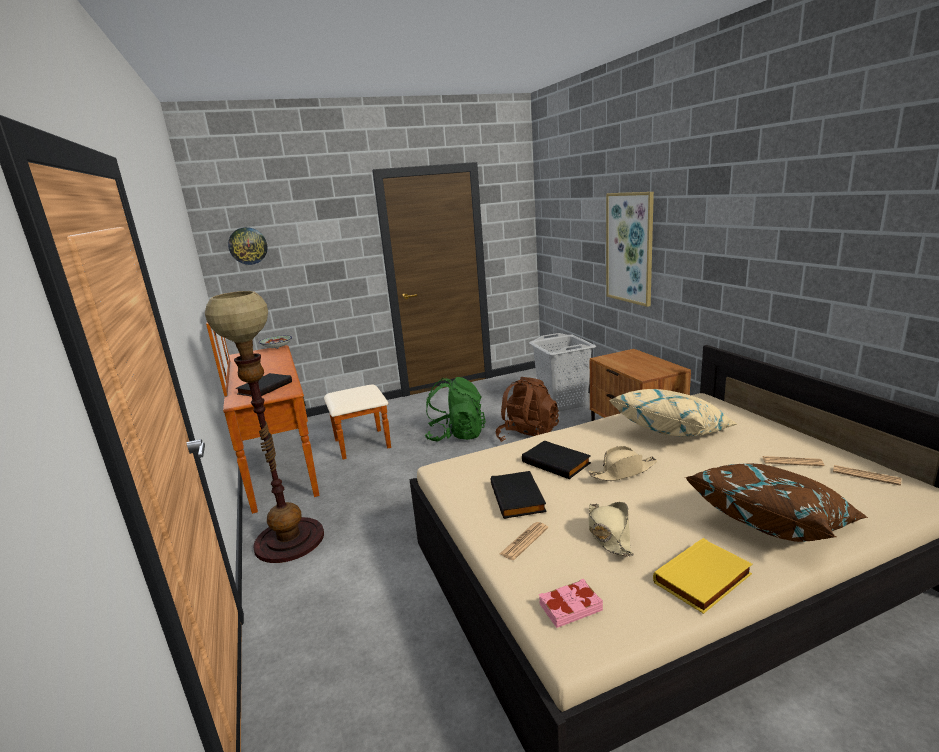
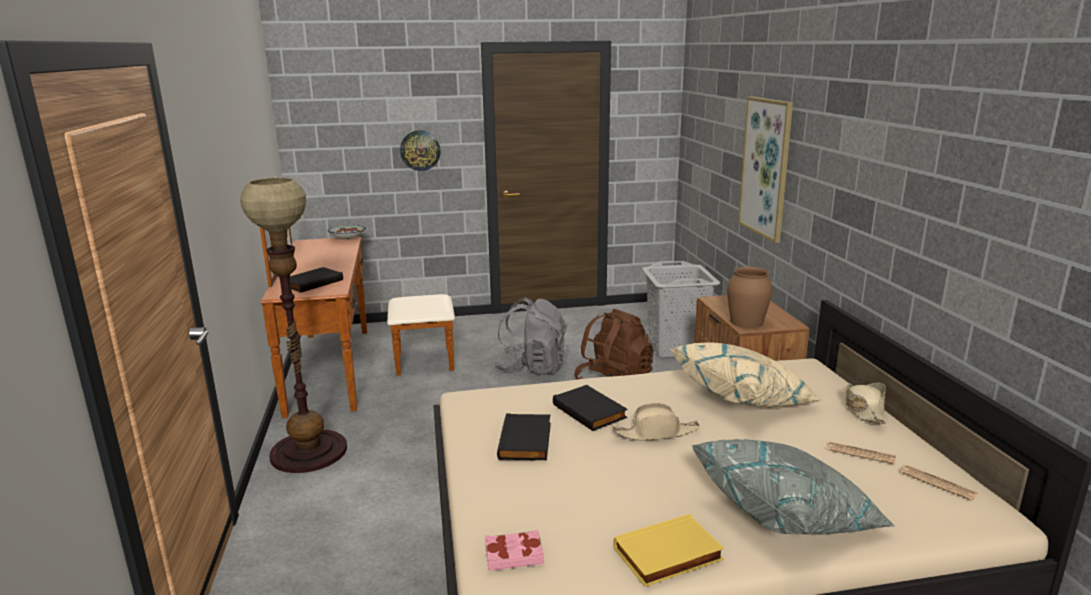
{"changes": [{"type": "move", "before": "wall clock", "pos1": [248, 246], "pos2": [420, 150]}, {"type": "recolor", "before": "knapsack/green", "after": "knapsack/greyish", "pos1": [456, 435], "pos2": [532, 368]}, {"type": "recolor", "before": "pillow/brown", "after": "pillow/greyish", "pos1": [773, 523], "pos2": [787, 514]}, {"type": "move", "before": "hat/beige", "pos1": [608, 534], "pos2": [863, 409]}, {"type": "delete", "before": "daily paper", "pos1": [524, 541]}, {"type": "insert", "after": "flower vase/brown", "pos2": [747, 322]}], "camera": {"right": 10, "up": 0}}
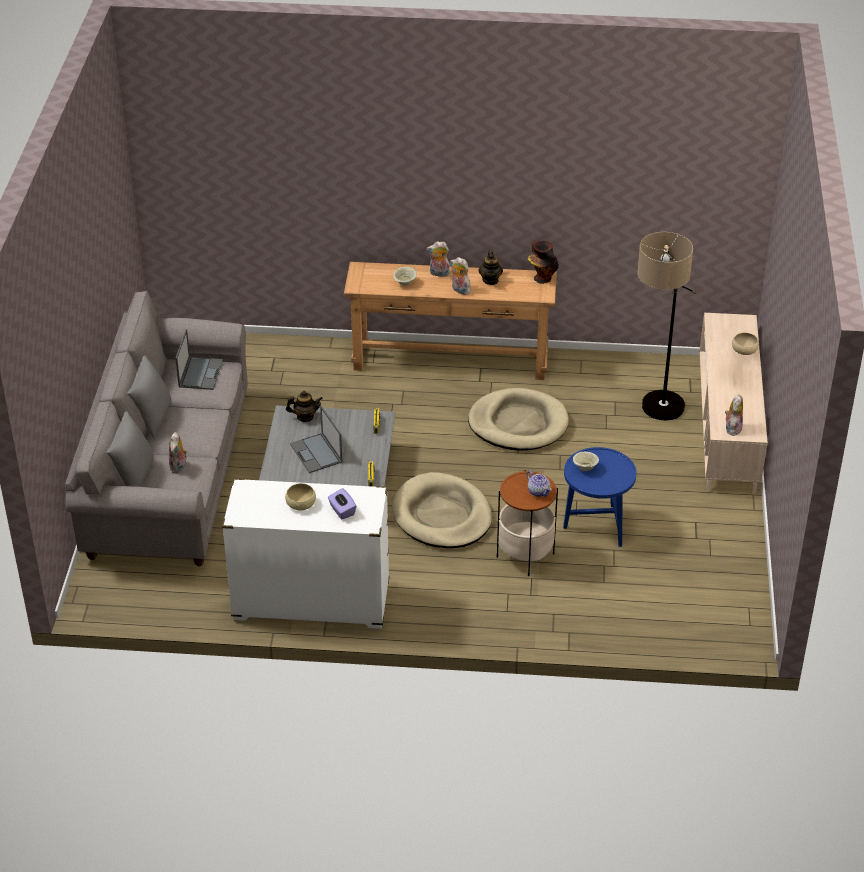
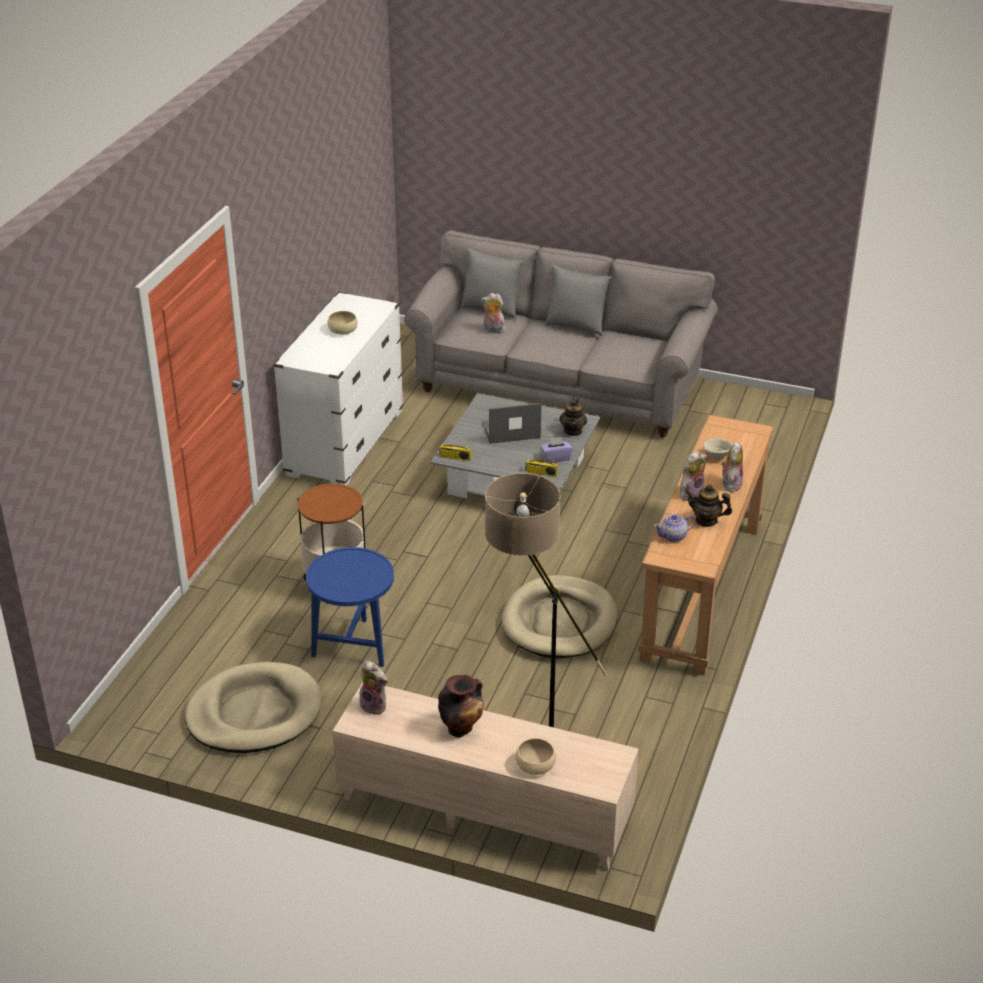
{"changes": [{"type": "move", "before": "flower vase", "pos1": [541, 278], "pos2": [461, 727]}, {"type": "delete", "before": "laptop", "pos1": [200, 373]}, {"type": "delete", "before": "deep dish/beige", "pos1": [585, 468]}, {"type": "move", "before": "teapot", "pos1": [539, 492], "pos2": [673, 537]}, {"type": "move", "before": "dog cushion/beige", "pos1": [442, 515], "pos2": [254, 713]}, {"type": "move", "before": "tissue holder/purple", "pos1": [342, 511], "pos2": [556, 458]}], "camera": {"right": 105, "up": -5}}
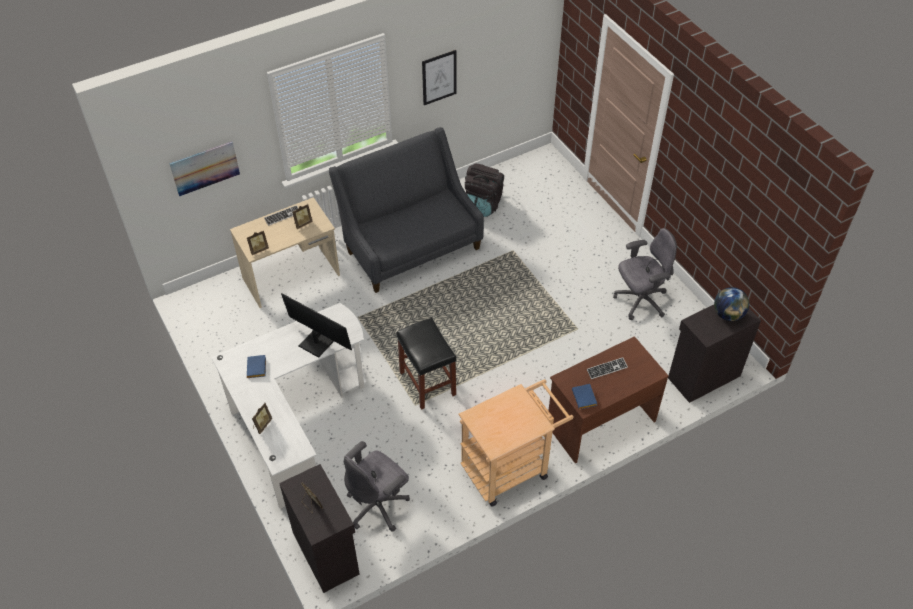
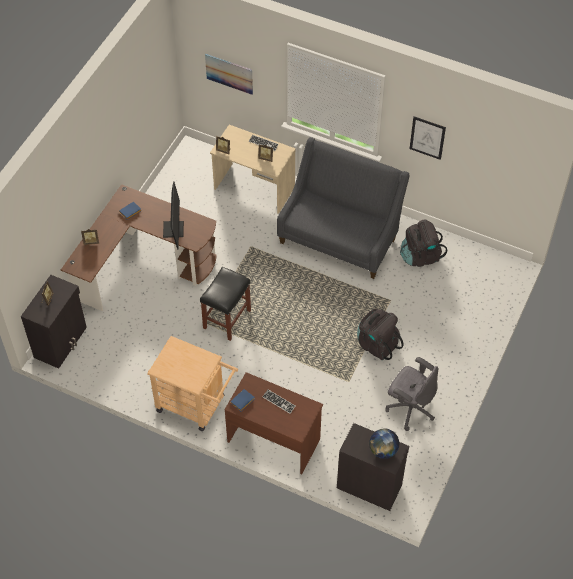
{"changes": [{"type": "recolor", "before": "desk table/white", "after": "desk table/brown", "pos1": [294, 418], "pos2": [143, 264]}, {"type": "delete", "before": "office chair/greyish", "pos1": [378, 505]}, {"type": "insert", "after": "knapsack/blackish", "pos2": [377, 344]}], "camera": {"right": 55, "up": 5}}
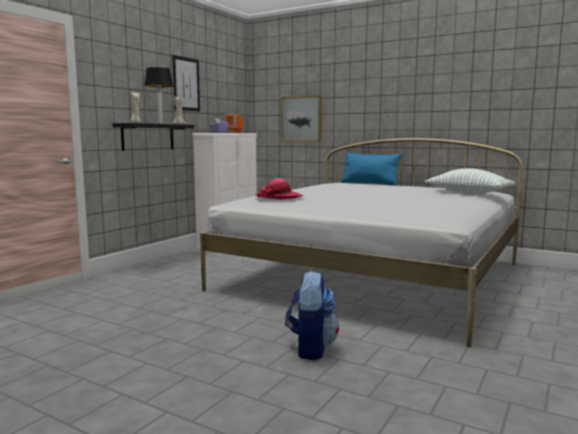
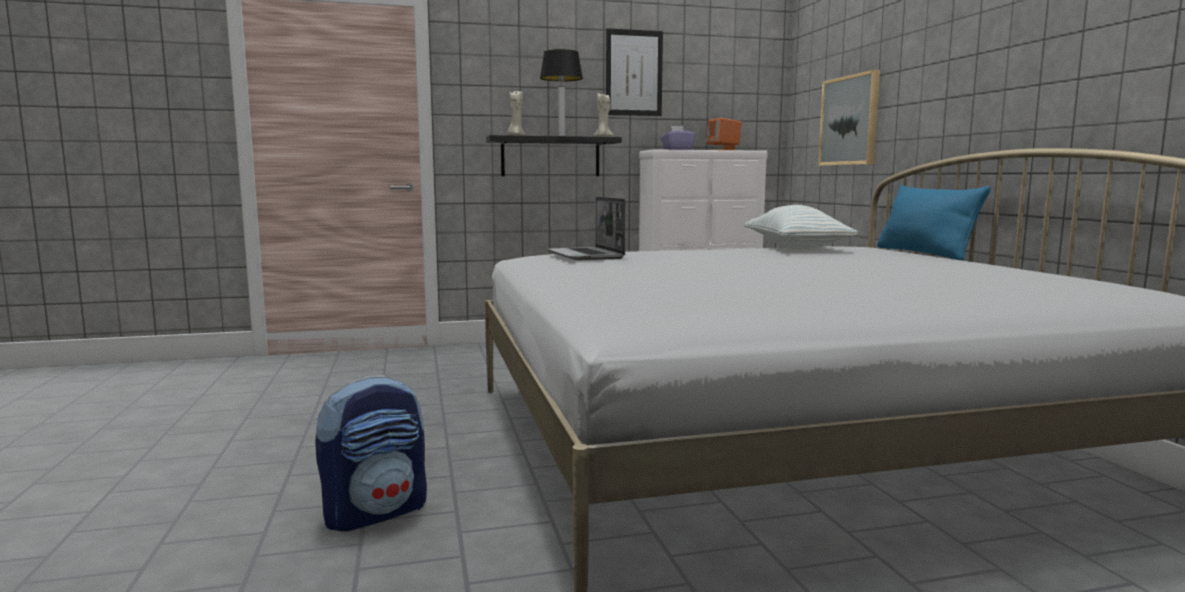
{"changes": [{"type": "move", "before": "pillow", "pos1": [468, 193], "pos2": [795, 248]}, {"type": "replace", "before": "hat", "after": "laptop", "pos1": [279, 197], "pos2": [586, 255]}], "camera": {"right": 45, "up": 0}}
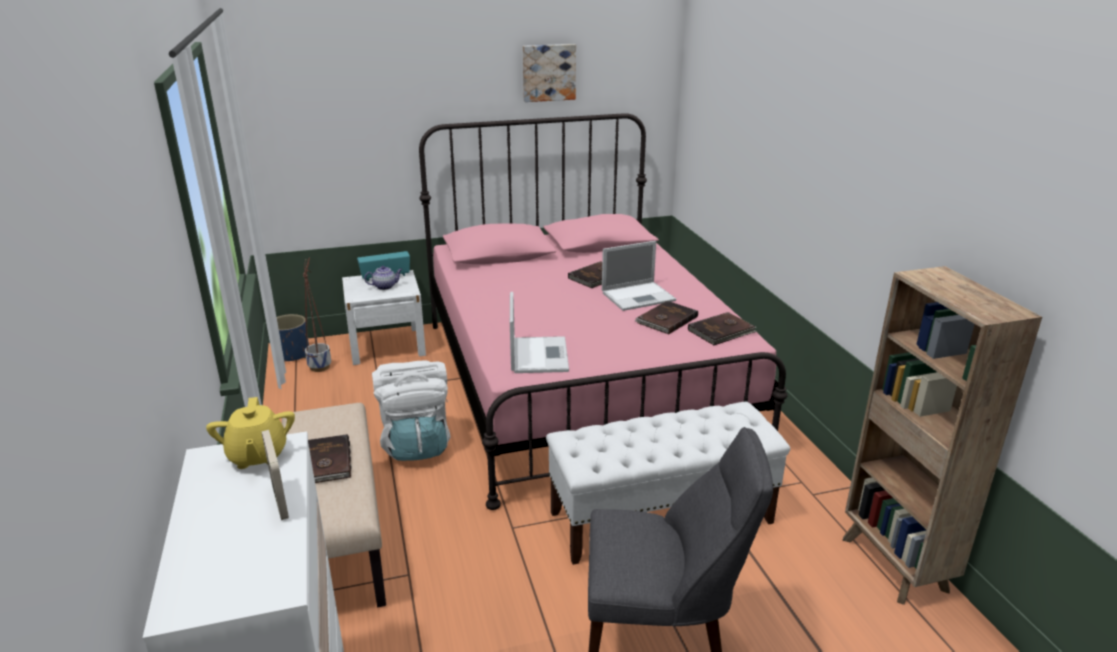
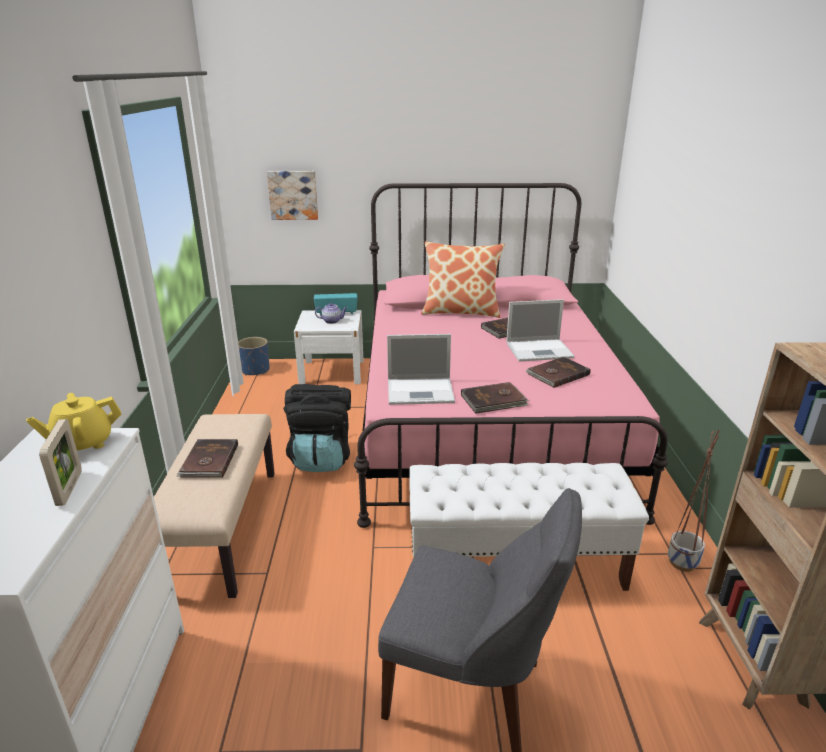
{"changes": [{"type": "move", "before": "wall picture", "pos1": [548, 72], "pos2": [293, 195]}, {"type": "move", "before": "flower pot", "pos1": [319, 367], "pos2": [682, 562]}, {"type": "rotate", "before": "laptop", "pos1": [538, 355], "pos2": [421, 391], "turn": 75}, {"type": "move", "before": "volume/brown", "pos1": [722, 331], "pos2": [494, 401]}, {"type": "recolor", "before": "knapsack/white", "after": "knapsack/blackish", "pos1": [416, 443], "pos2": [321, 457]}, {"type": "rotate", "before": "teapot/yellow-coloured", "pos1": [257, 456], "pos2": [83, 443], "turn": 60}, {"type": "insert", "after": "pillow", "pos2": [461, 311]}], "camera": {"right": 15, "up": 0}}
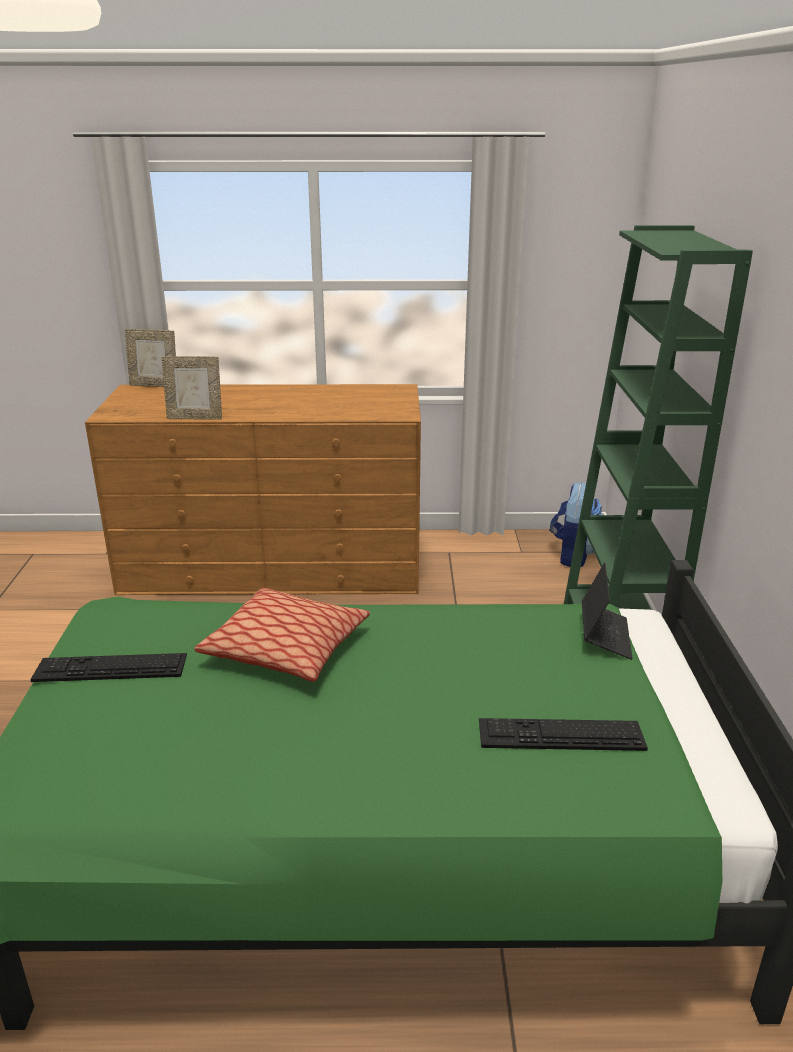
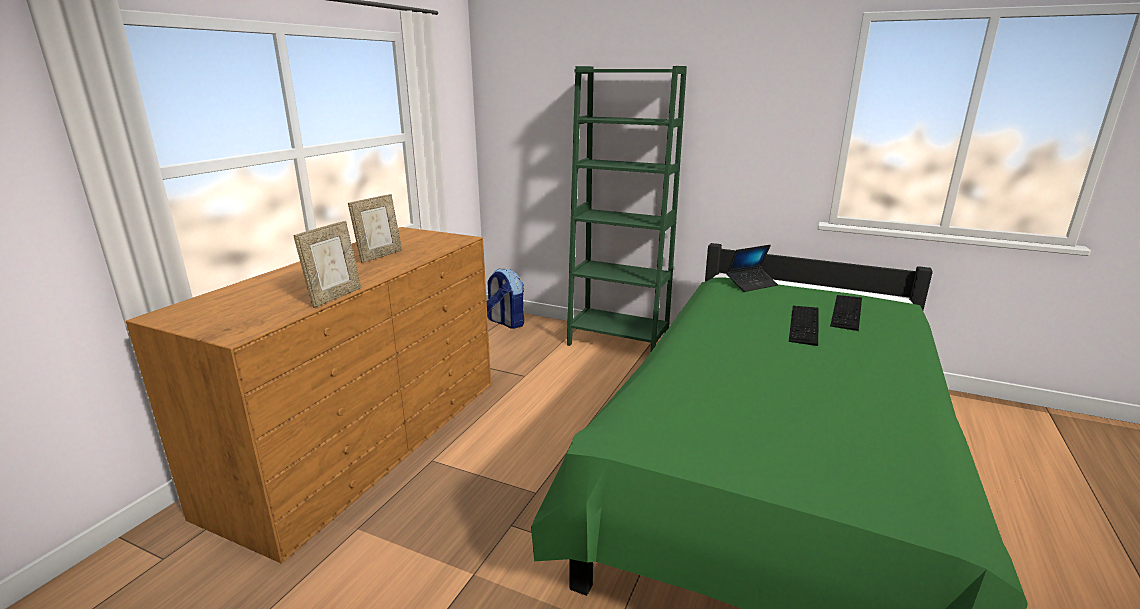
{"changes": [{"type": "move", "before": "picture frame", "pos1": [155, 385], "pos2": [380, 256]}, {"type": "rotate", "before": "laptop", "pos1": [604, 636], "pos2": [751, 284], "turn": 120}, {"type": "delete", "before": "pillow", "pos1": [287, 649]}, {"type": "move", "before": "PC keyboard", "pos1": [111, 667], "pos2": [804, 324]}], "camera": {"right": -65, "up": -5}}
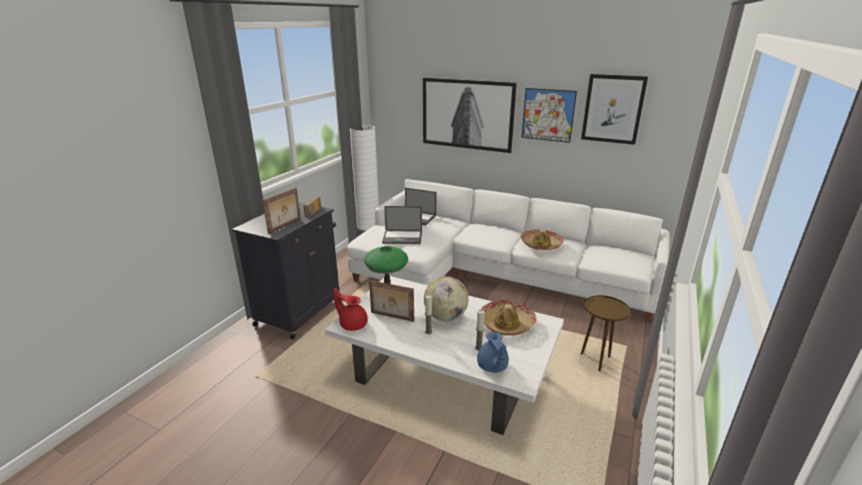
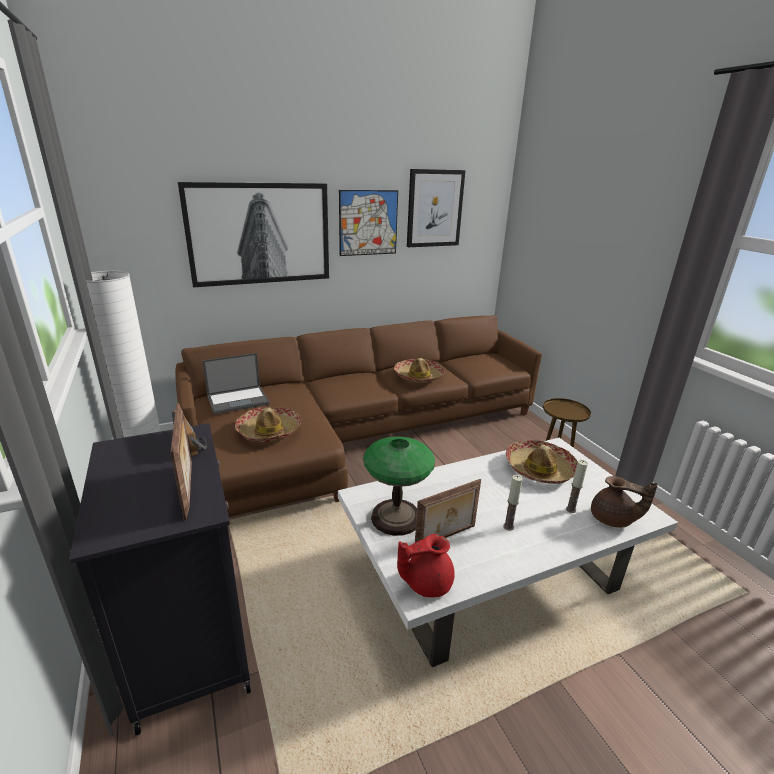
{"changes": [{"type": "recolor", "before": "settee/white", "after": "settee/brown", "pos1": [490, 273], "pos2": [354, 435]}, {"type": "replace", "before": "laptop", "after": "hat", "pos1": [403, 237], "pos2": [269, 431]}, {"type": "delete", "before": "desk globe", "pos1": [446, 317]}, {"type": "recolor", "before": "teapot/blue", "after": "teapot/brown", "pos1": [492, 367], "pos2": [612, 519]}], "camera": {"right": -50, "up": 0}}
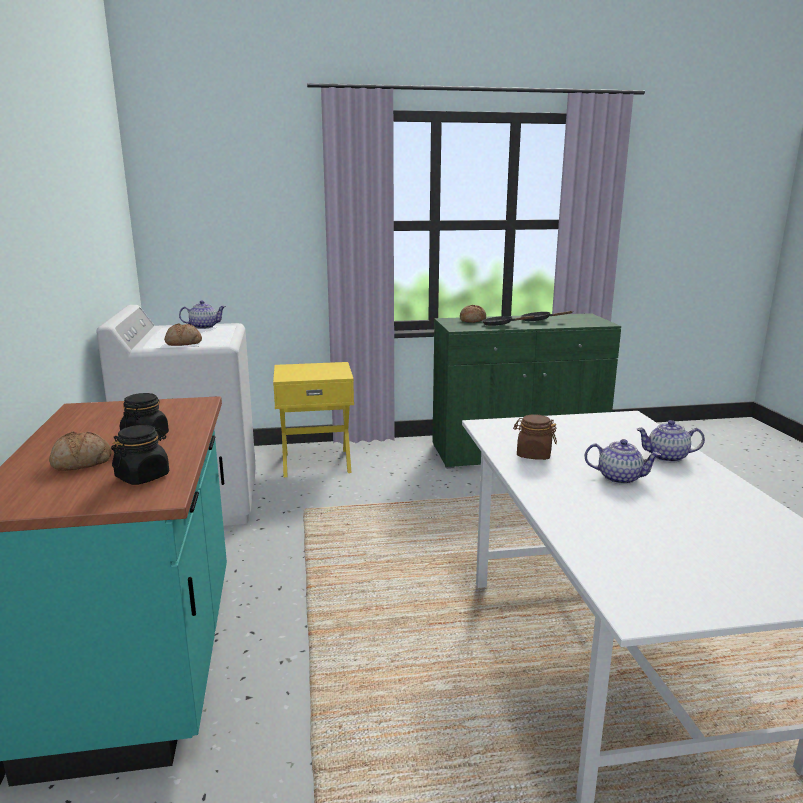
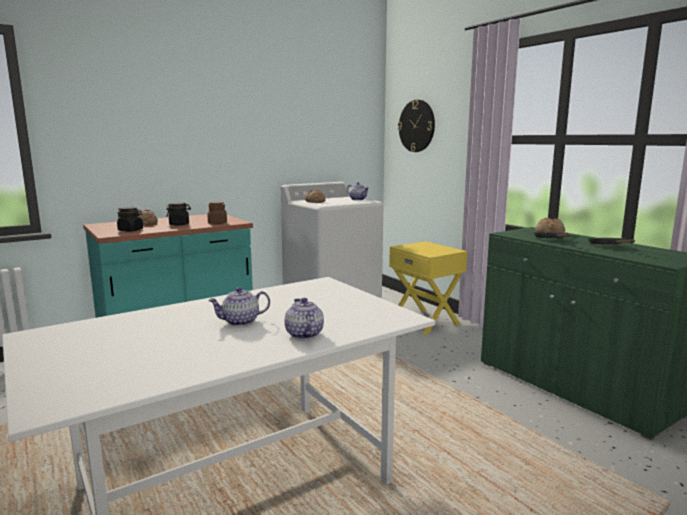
{"changes": [{"type": "move", "before": "storage jar/brown", "pos1": [533, 454], "pos2": [217, 223]}, {"type": "rotate", "before": "teapot", "pos1": [619, 478], "pos2": [240, 322], "turn": 75}, {"type": "insert", "after": "wall clock", "pos2": [416, 126]}], "camera": {"right": 65, "up": -5}}
